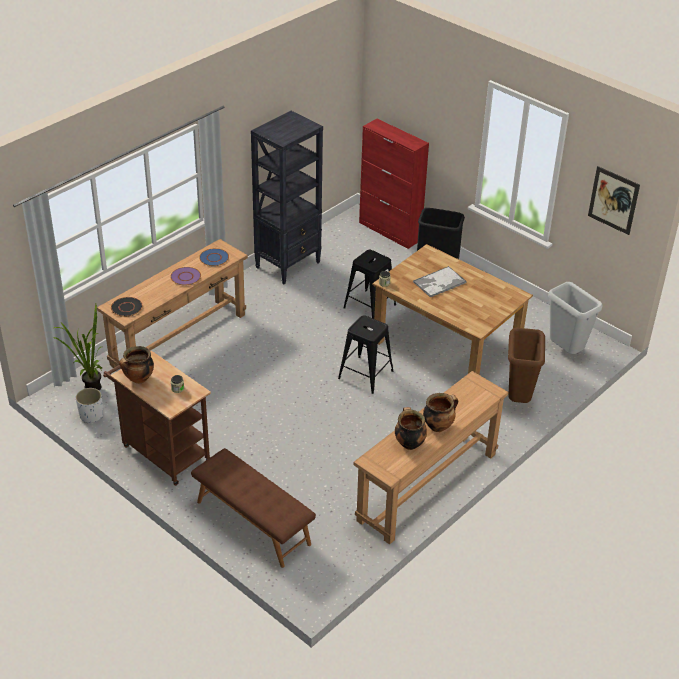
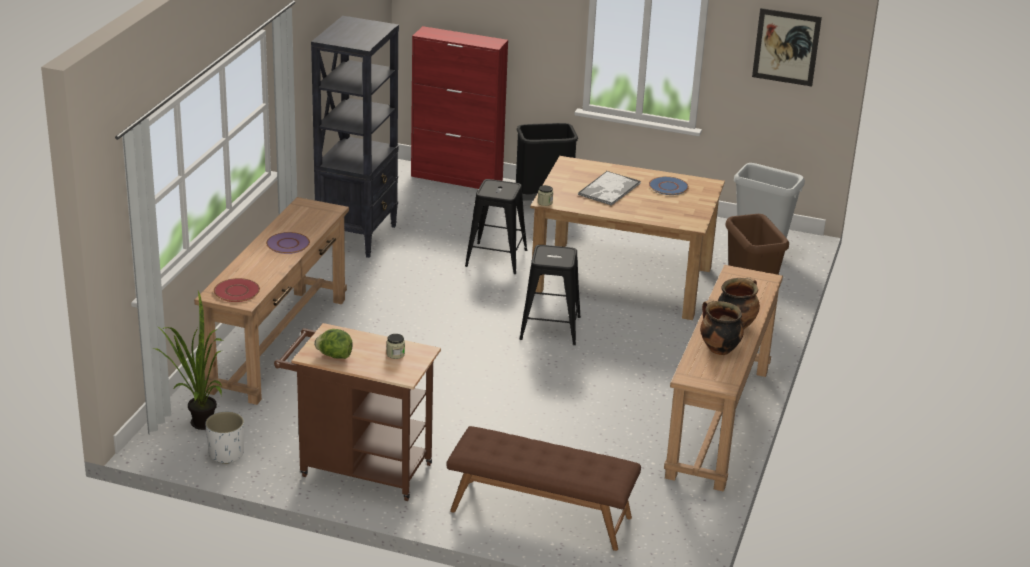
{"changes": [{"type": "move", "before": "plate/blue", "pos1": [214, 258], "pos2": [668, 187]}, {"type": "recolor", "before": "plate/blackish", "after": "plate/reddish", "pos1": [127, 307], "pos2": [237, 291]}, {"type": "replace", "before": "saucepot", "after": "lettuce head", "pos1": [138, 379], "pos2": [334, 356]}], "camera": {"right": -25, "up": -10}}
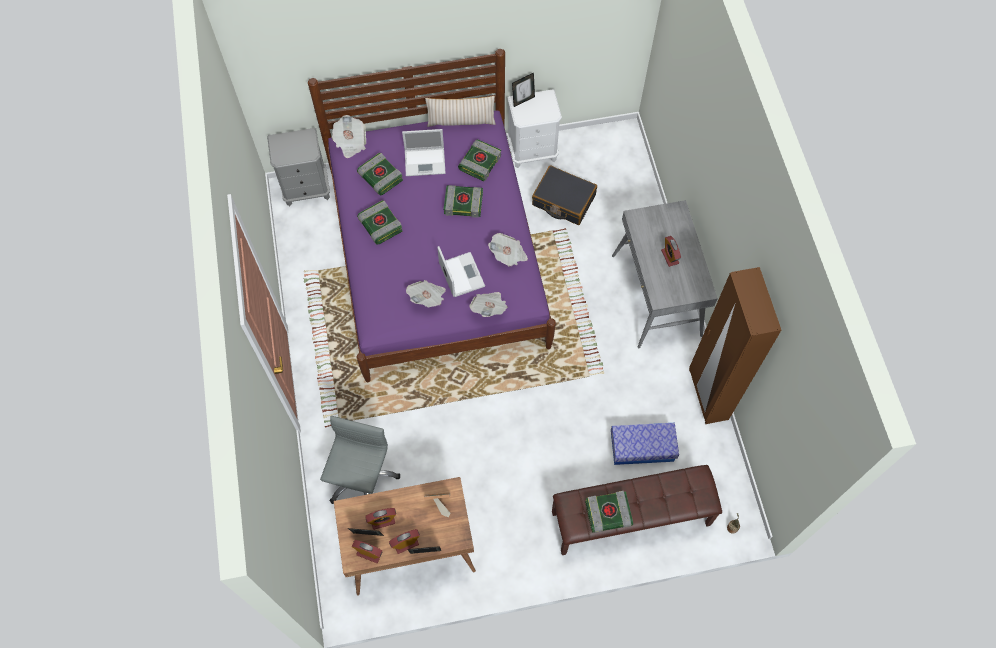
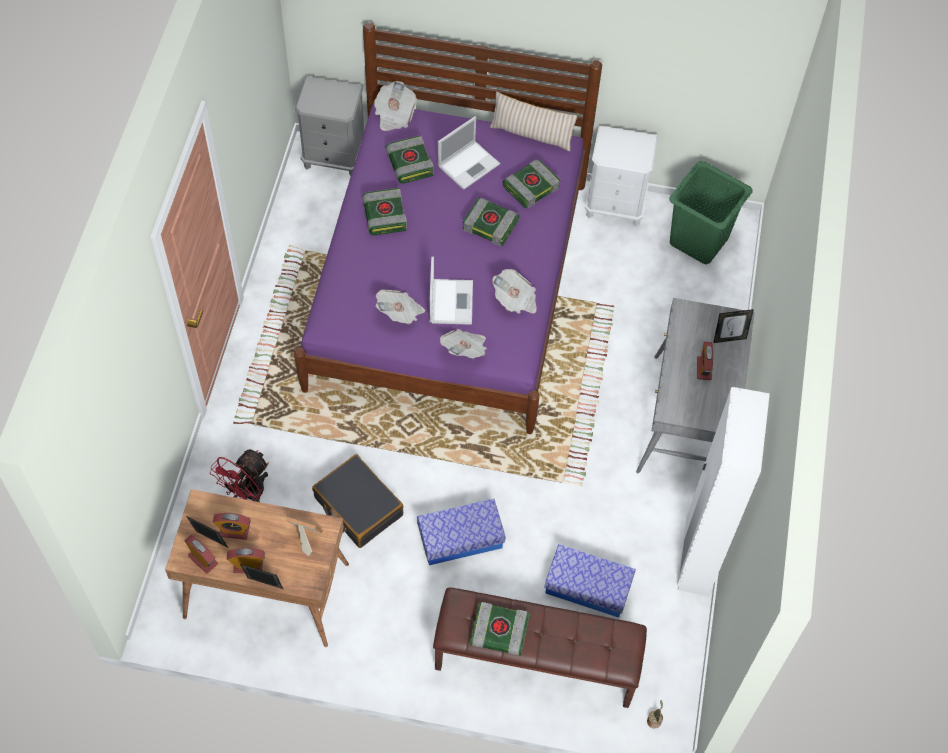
{"changes": [{"type": "move", "before": "picture frame", "pos1": [523, 100], "pos2": [729, 338]}, {"type": "rotate", "before": "laptop", "pos1": [426, 161], "pos2": [469, 164], "turn": -60}, {"type": "move", "before": "travel case/blackish", "pos1": [563, 200], "pos2": [358, 507]}, {"type": "recolor", "before": "clothes cupboard/brown", "after": "clothes cupboard/white", "pos1": [707, 395], "pos2": [696, 558]}, {"type": "replace", "before": "office chair/greyish", "after": "cooling fan/reddish", "pos1": [361, 478], "pos2": [247, 494]}, {"type": "insert", "after": "washing basket/green", "pos2": [699, 240]}, {"type": "insert", "after": "storage bin", "pos2": [460, 538]}], "camera": {"right": 20, "up": -5}}
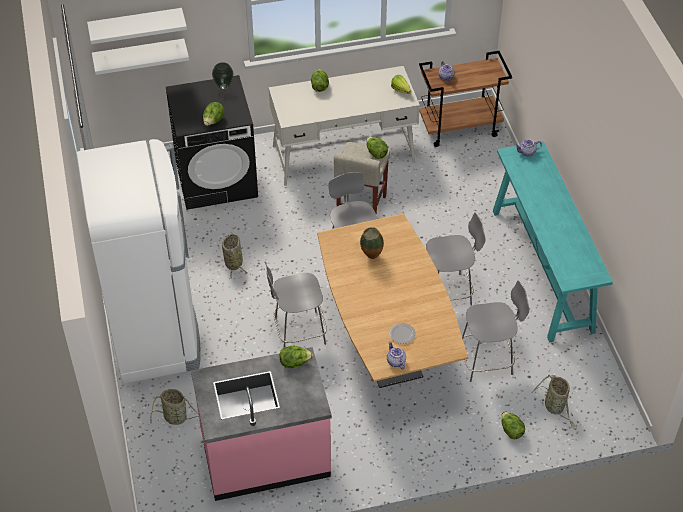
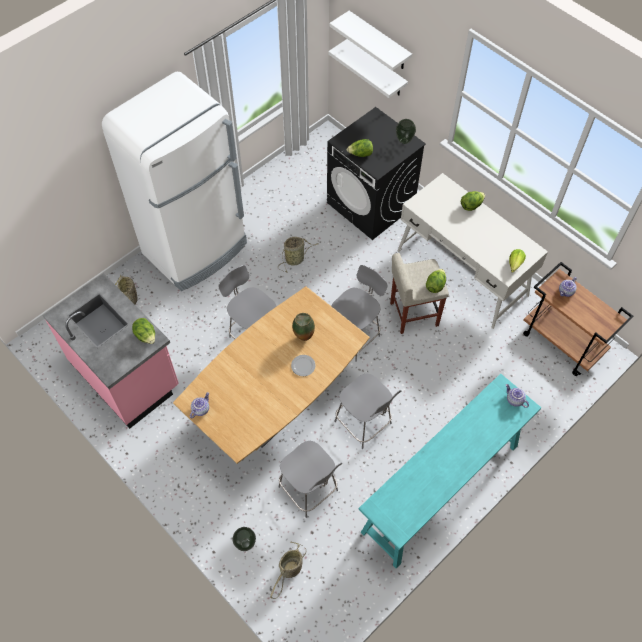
{"changes": [{"type": "move", "before": "plate", "pos1": [402, 334], "pos2": [303, 366]}, {"type": "replace", "before": "lettuce head", "after": "flower vase", "pos1": [511, 430], "pos2": [245, 544]}], "camera": {"right": 60, "up": 10}}
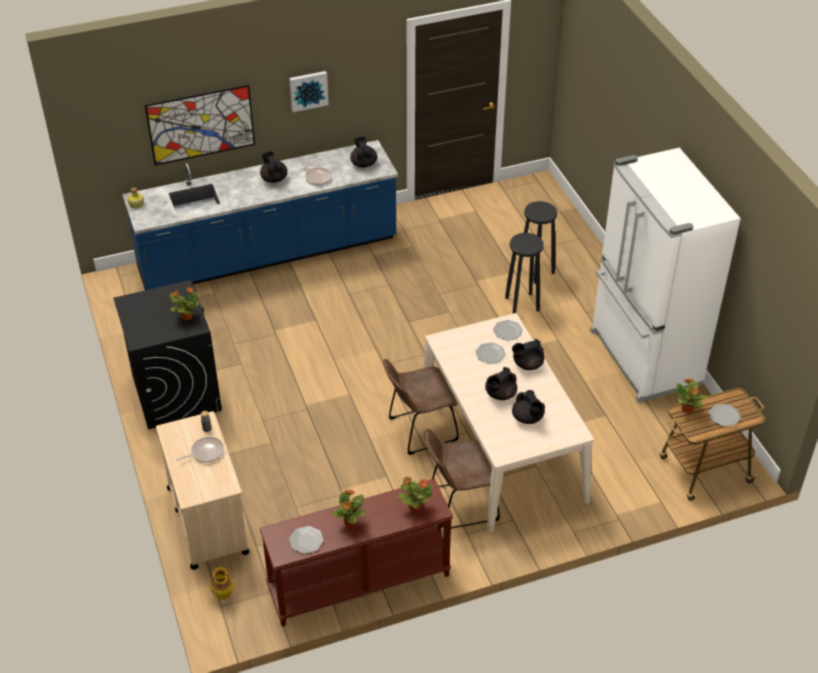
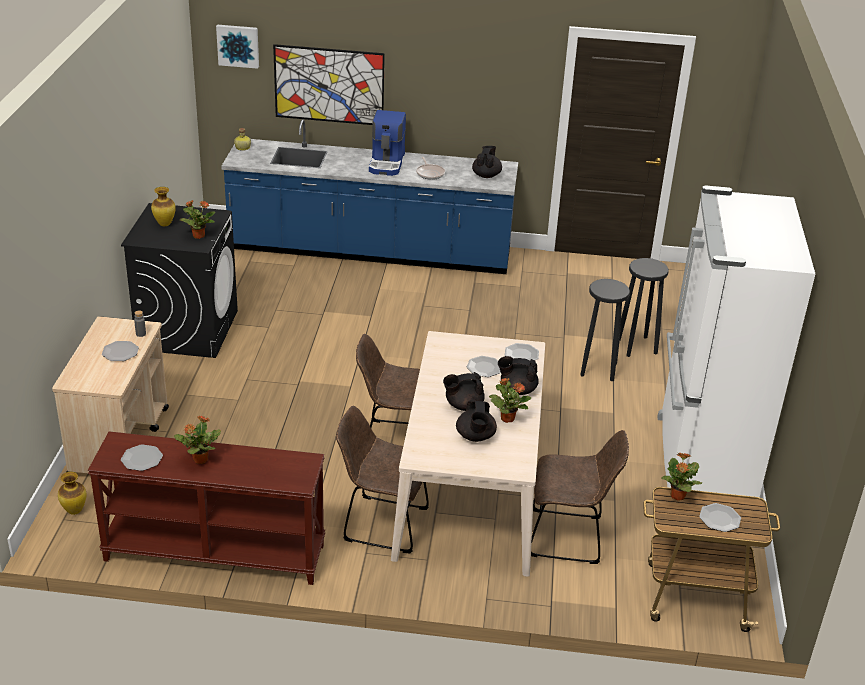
{"changes": [{"type": "move", "before": "wall picture", "pos1": [308, 90], "pos2": [238, 45]}, {"type": "replace", "before": "teapot/blackish", "after": "coffee machine", "pos1": [274, 178], "pos2": [387, 163]}, {"type": "replace", "before": "frying pan", "after": "plate", "pos1": [205, 452], "pos2": [120, 352]}, {"type": "move", "before": "houseplant", "pos1": [414, 506], "pos2": [507, 418]}, {"type": "insert", "after": "flower vase", "pos2": [164, 224]}, {"type": "insert", "after": "chair/brown", "pos2": [570, 537]}], "camera": {"right": 25, "up": -10}}
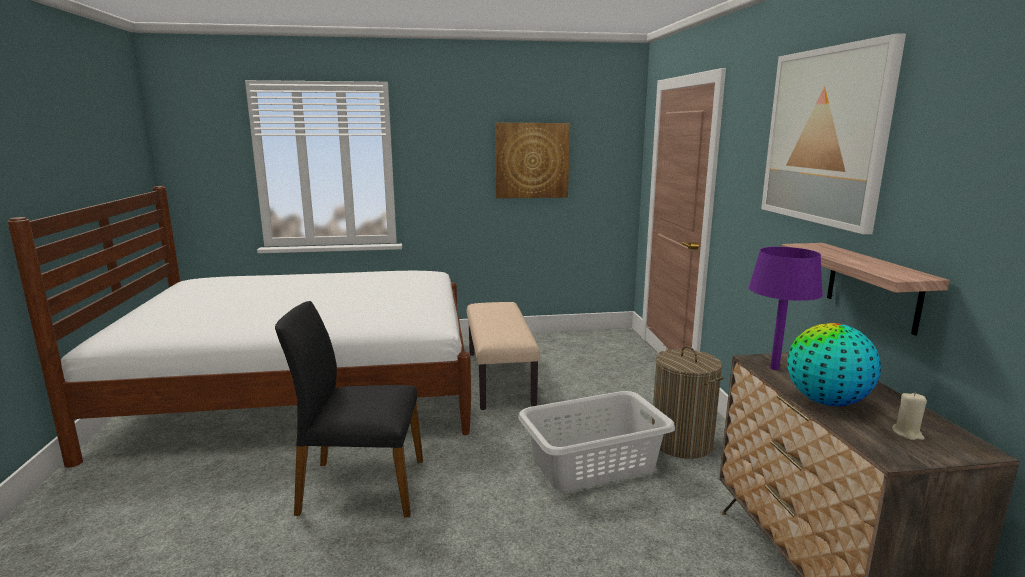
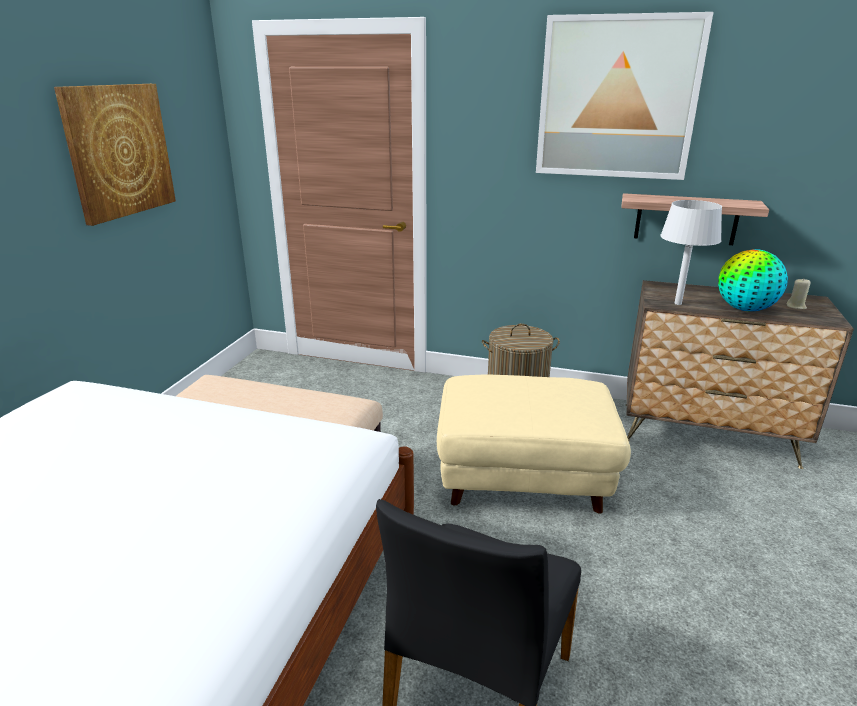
{"changes": [{"type": "recolor", "before": "tabletop lamp/purple", "after": "tabletop lamp/greyish", "pos1": [774, 368], "pos2": [678, 303]}, {"type": "replace", "before": "washing basket/greyish", "after": "ottoman/beige", "pos1": [592, 463], "pos2": [522, 477]}], "camera": {"right": -65, "up": 10}}
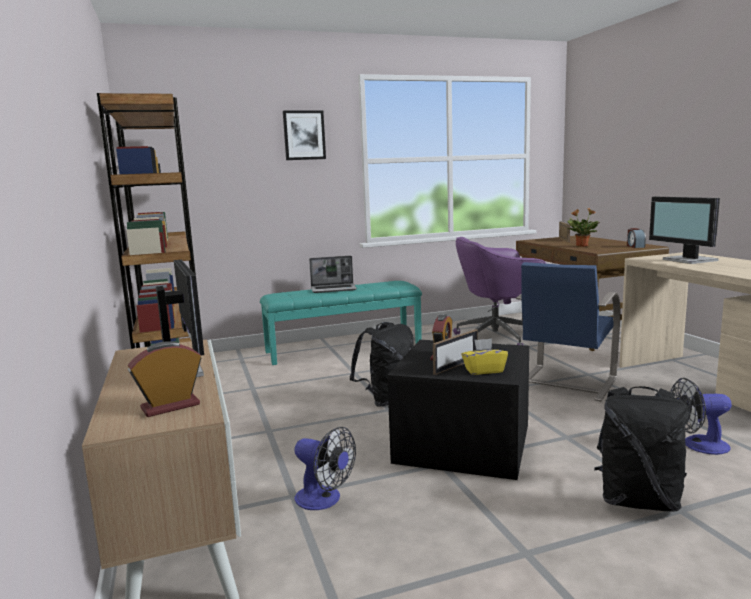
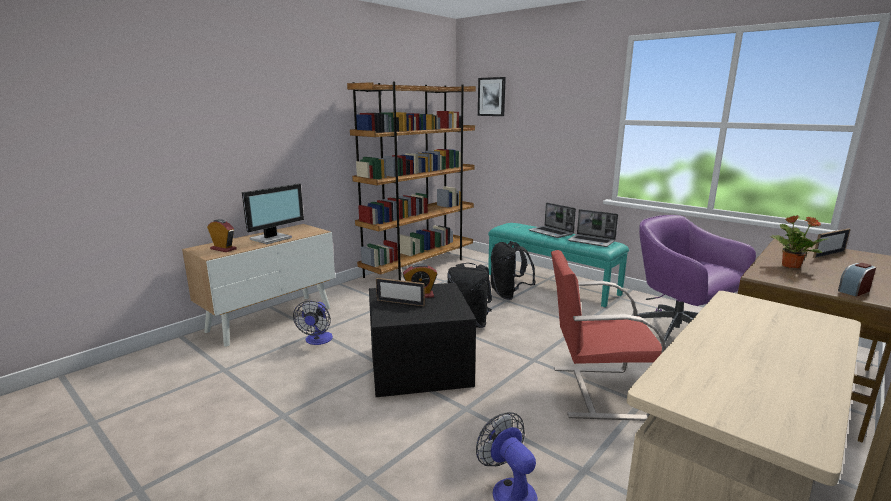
{"changes": [{"type": "move", "before": "wall picture", "pos1": [304, 135], "pos2": [491, 97]}, {"type": "delete", "before": "computer display", "pos1": [688, 260]}, {"type": "recolor", "before": "chair/blue", "after": "chair/reddish", "pos1": [565, 383], "pos2": [595, 391]}, {"type": "delete", "before": "tissue holder/yellow-coloured", "pos1": [484, 370]}, {"type": "move", "before": "knapsack/blackish", "pos1": [638, 500], "pos2": [508, 295]}, {"type": "insert", "after": "laptop", "pos2": [592, 241]}], "camera": {"right": 60, "up": 5}}
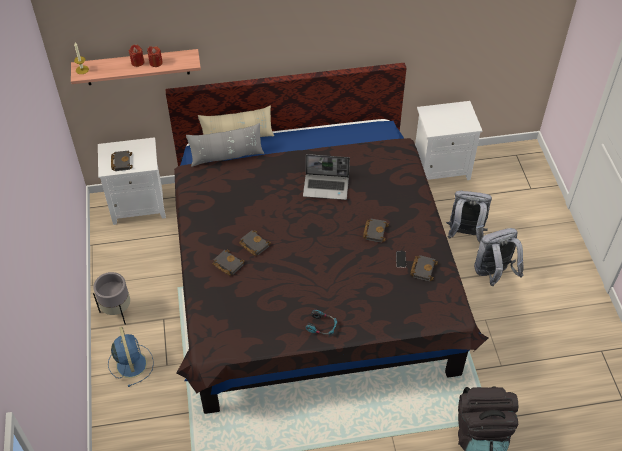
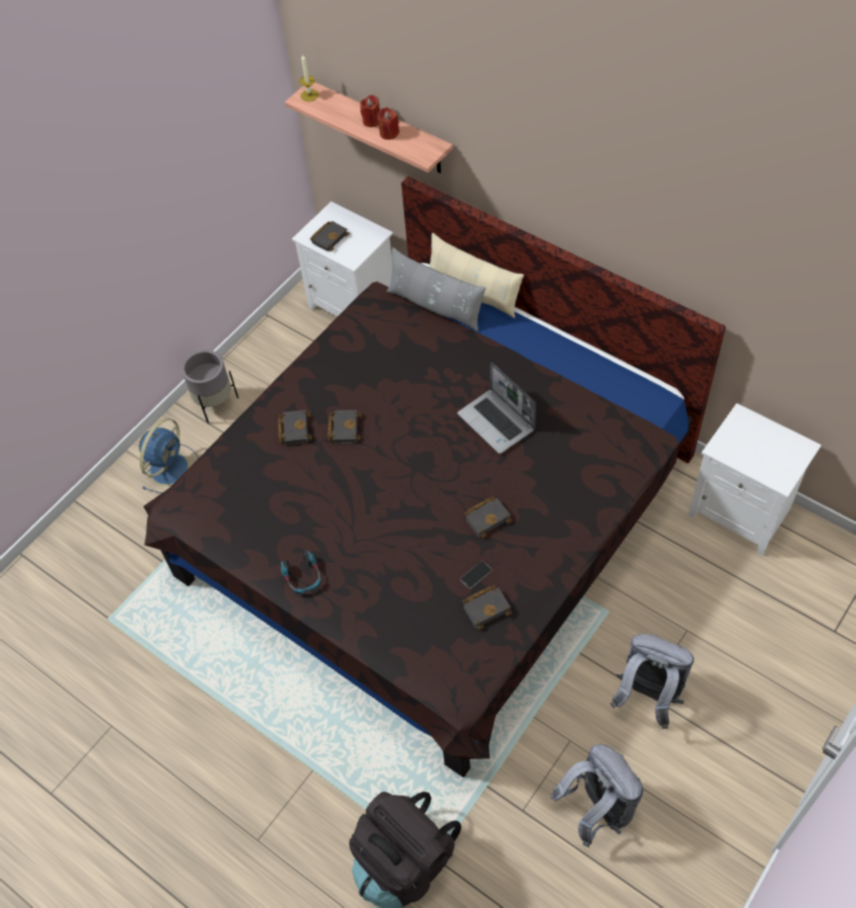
{"changes": [{"type": "move", "before": "knapsack/greyish", "pos1": [465, 234], "pos2": [597, 808]}], "camera": {"right": 50, "up": 5}}
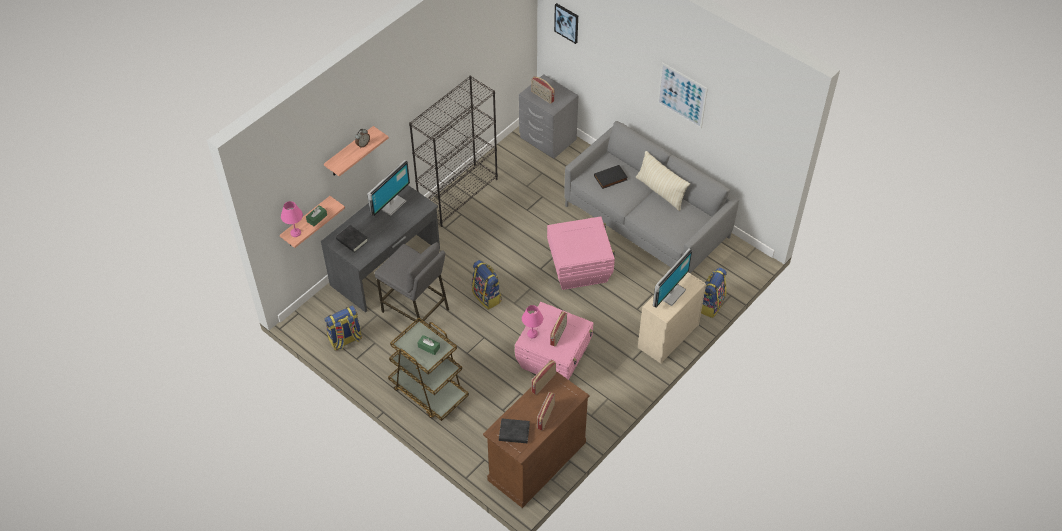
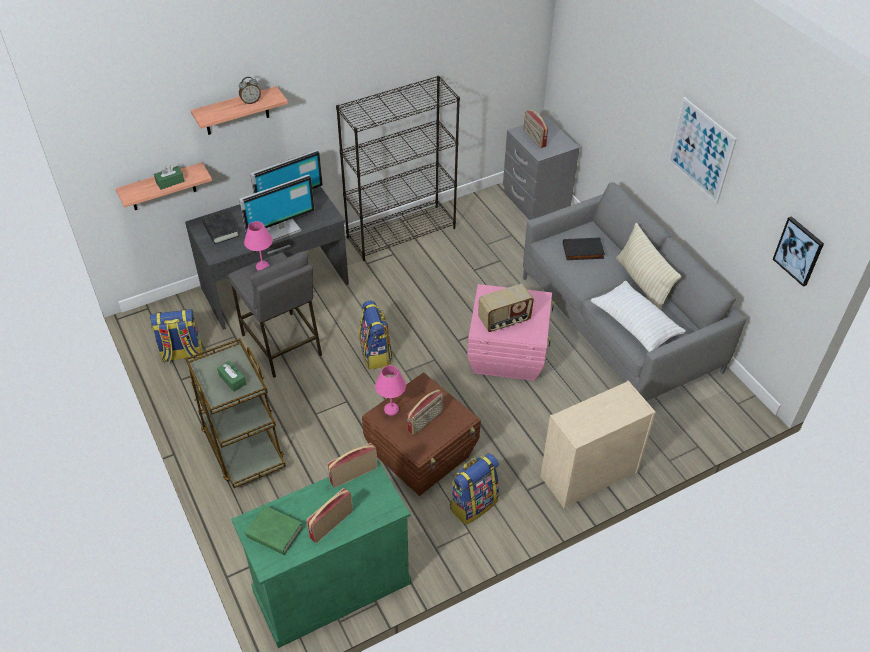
{"changes": [{"type": "move", "before": "wall picture", "pos1": [567, 22], "pos2": [799, 250]}, {"type": "move", "before": "tabletop lamp/pink-coloured", "pos1": [295, 232], "pos2": [262, 266]}, {"type": "move", "before": "computer display", "pos1": [670, 293], "pos2": [281, 228]}, {"type": "move", "before": "knapsack", "pos1": [710, 304], "pos2": [473, 504]}, {"type": "recolor", "before": "storage bin/pink-coloured", "after": "storage bin/brown", "pos1": [554, 358], "pos2": [422, 455]}, {"type": "recolor", "before": "cupboard/brown", "after": "cupboard/green", "pos1": [536, 461], "pos2": [331, 586]}, {"type": "recolor", "before": "volume/blackish", "after": "volume/green", "pos1": [514, 433], "pos2": [274, 533]}, {"type": "insert", "after": "pillow/white", "pos2": [635, 324]}, {"type": "insert", "after": "radio set", "pos2": [504, 320]}], "camera": {"right": 20, "up": -5}}
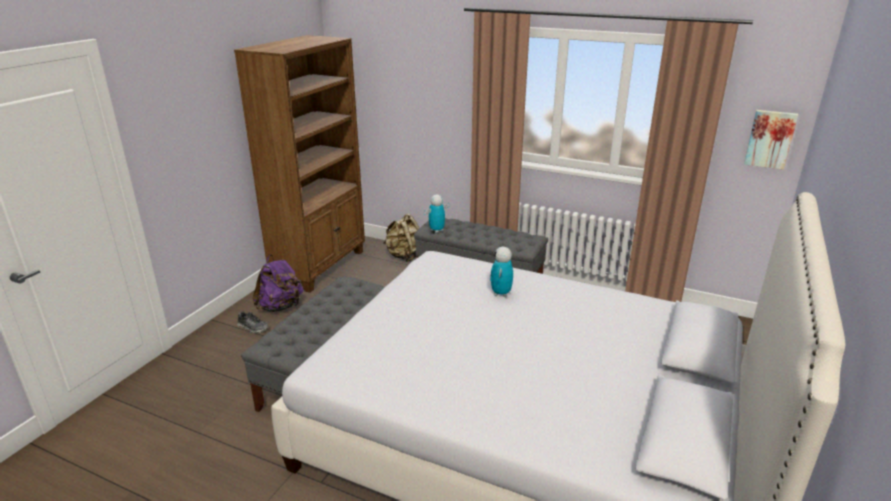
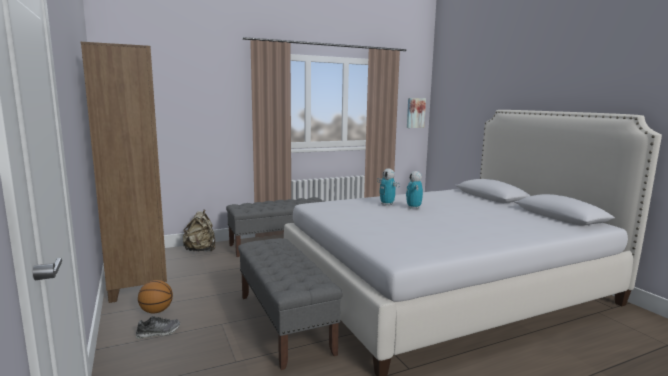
{"changes": [{"type": "move", "before": "toy robot", "pos1": [436, 230], "pos2": [413, 208]}, {"type": "replace", "before": "knapsack/purple", "after": "basketball ball", "pos1": [280, 307], "pos2": [156, 311]}], "camera": {"right": -50, "up": -15}}
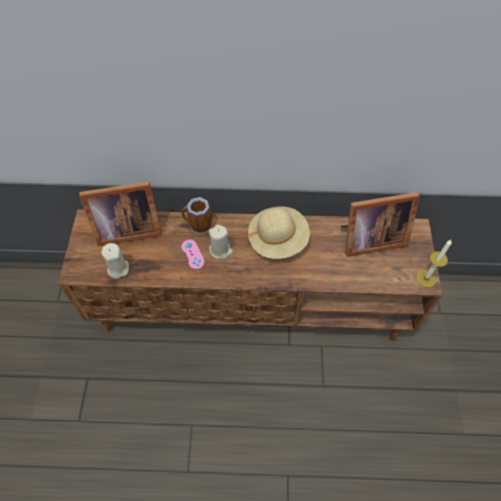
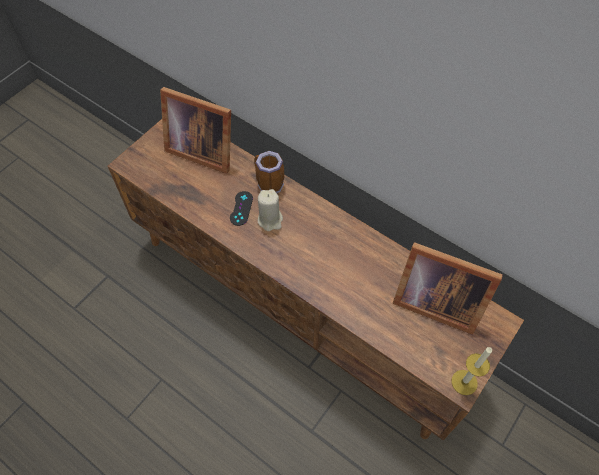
{"changes": [{"type": "delete", "before": "hat/beige", "pos1": [278, 240]}, {"type": "recolor", "before": "joypad/pink-coloured", "after": "joypad/blackish", "pos1": [192, 254], "pos2": [241, 208]}, {"type": "delete", "before": "wax candle/beige", "pos1": [118, 268]}], "camera": {"right": 35, "up": 0}}
